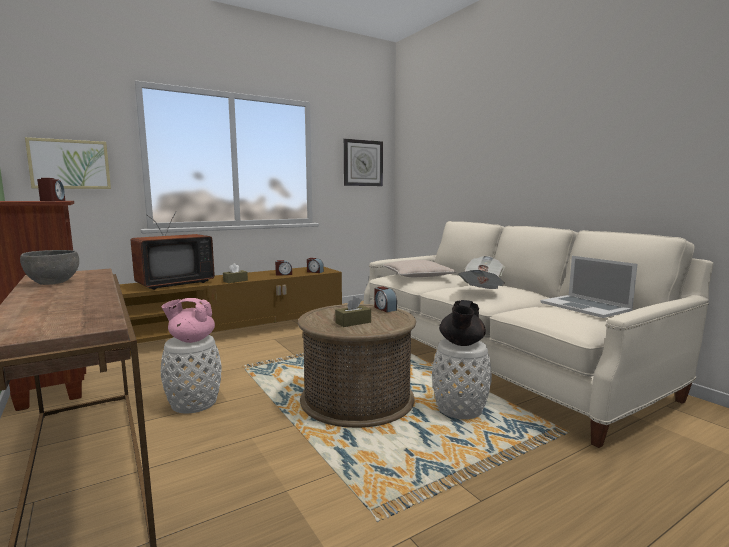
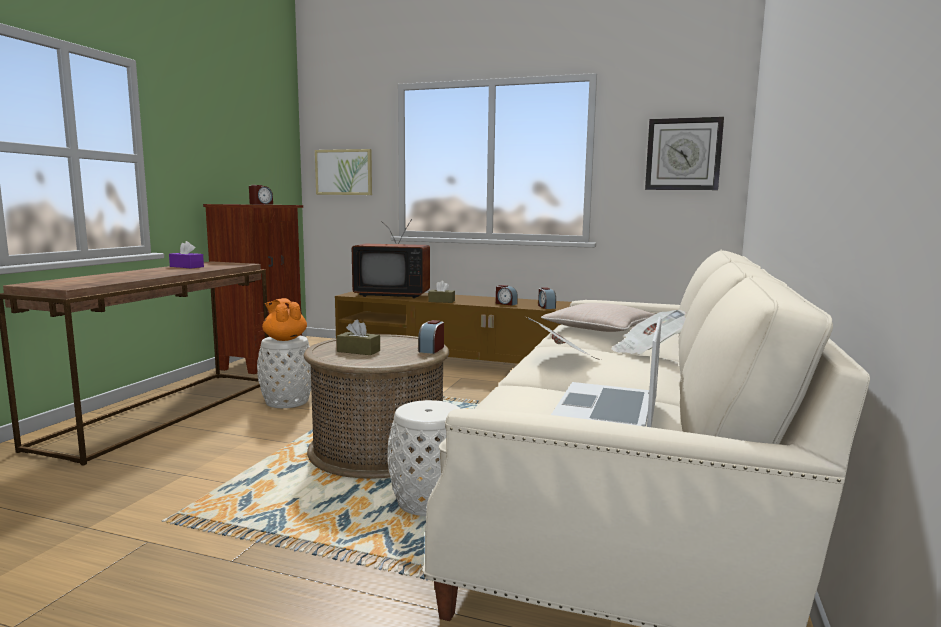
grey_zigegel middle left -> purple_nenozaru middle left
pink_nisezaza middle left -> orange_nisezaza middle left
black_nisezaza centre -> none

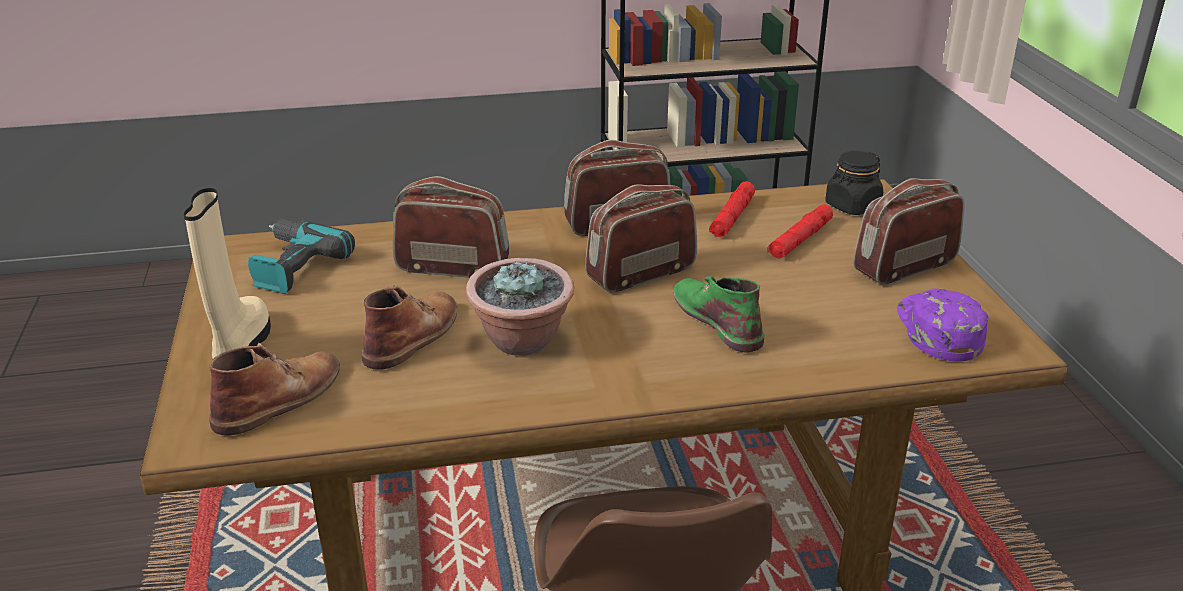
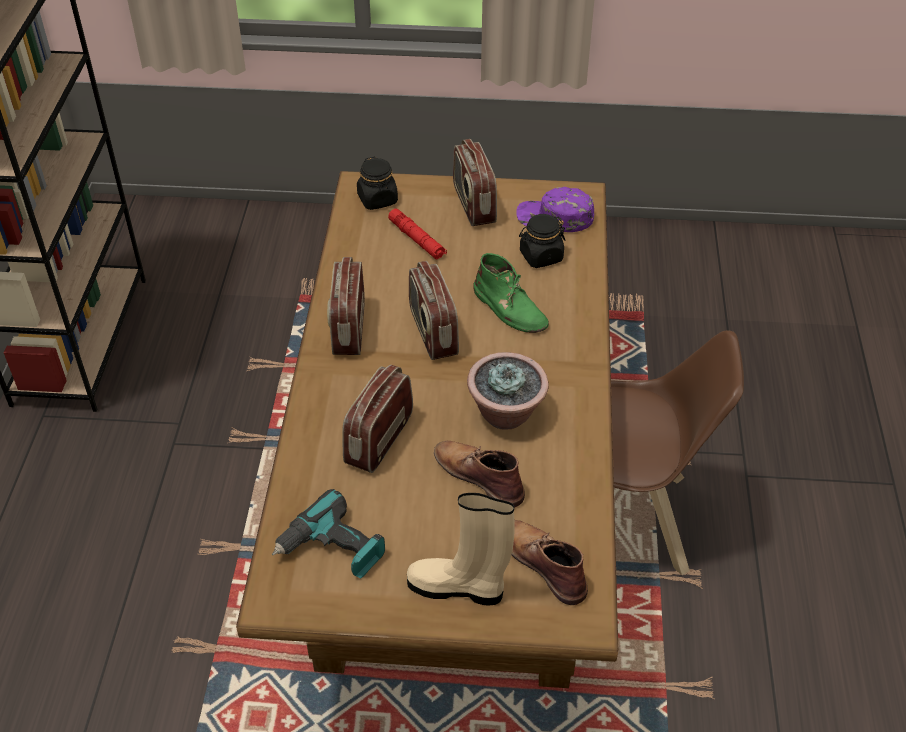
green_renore centre, 120 degrees counterclockwise
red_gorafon (no. 1 from left) centre -> none
none -> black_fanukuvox (no. 2 from left) top centre

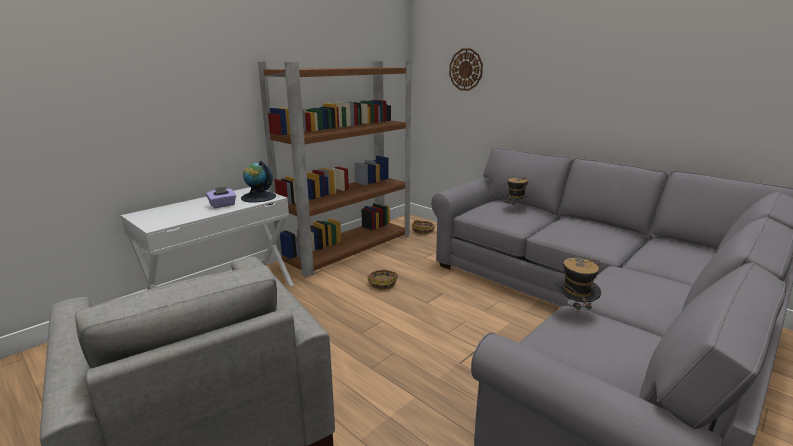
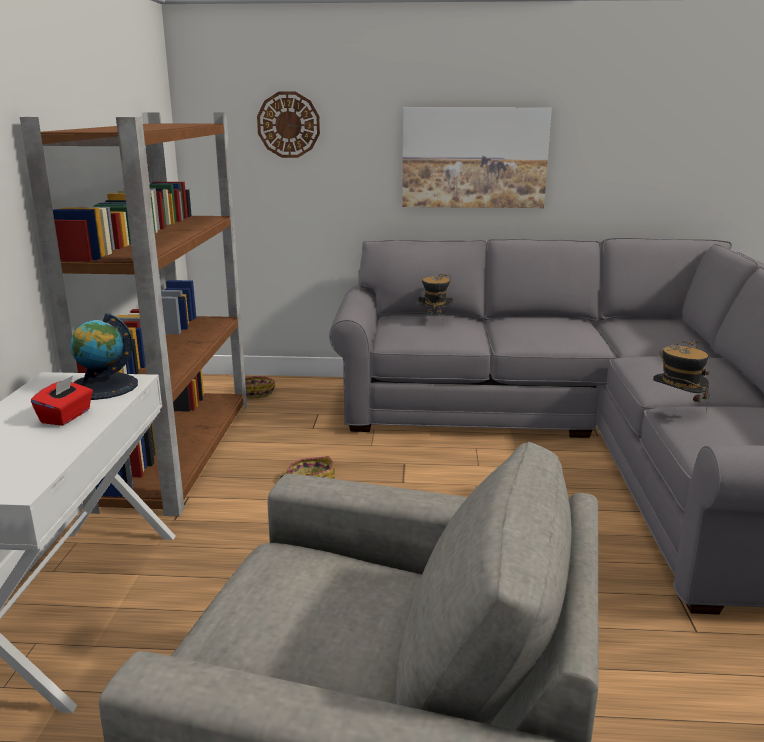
purple_nenozaru middle left -> red_nenozaru middle left
none -> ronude top centre

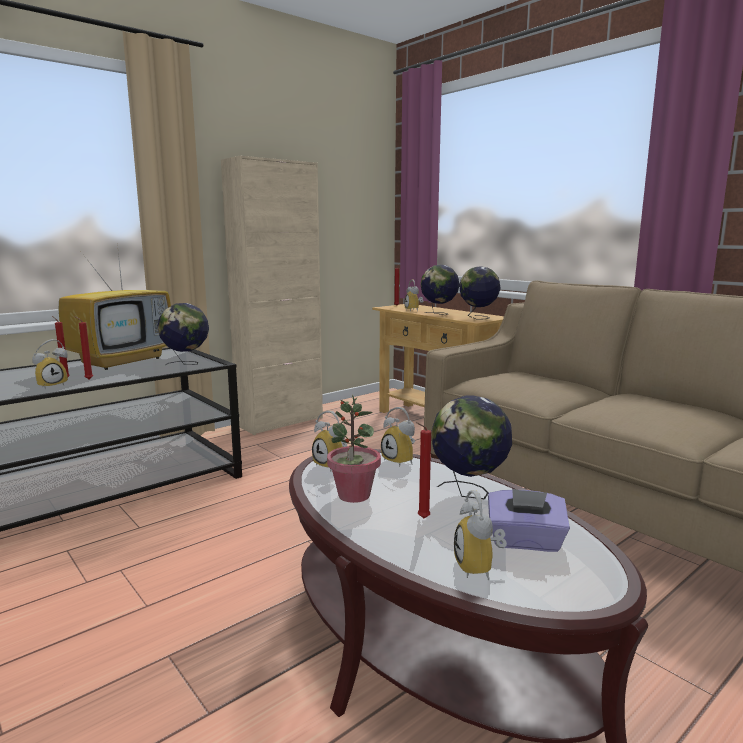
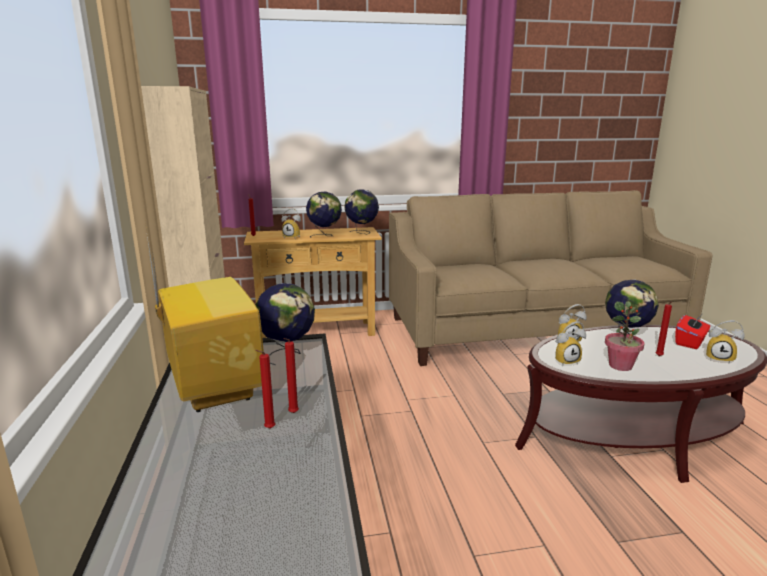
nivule (no. 1 from left) middle left -> none
purple_nenozaru bottom right -> red_nenozaru middle right

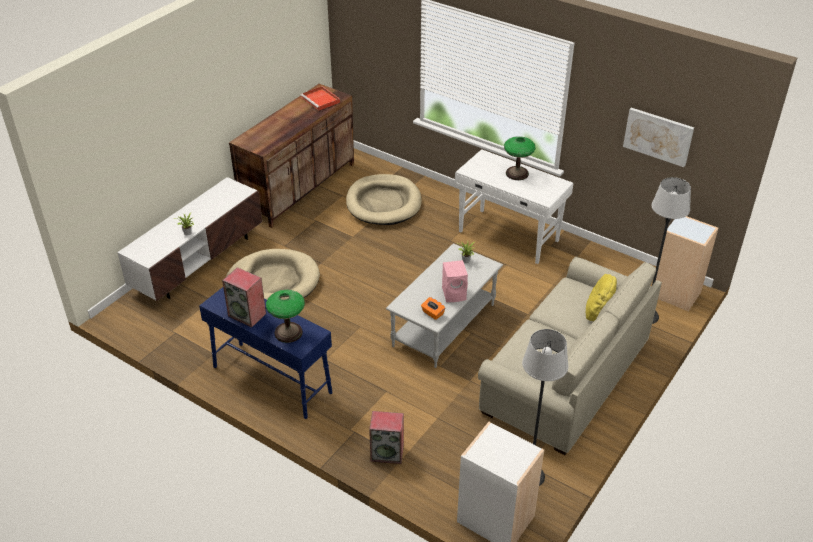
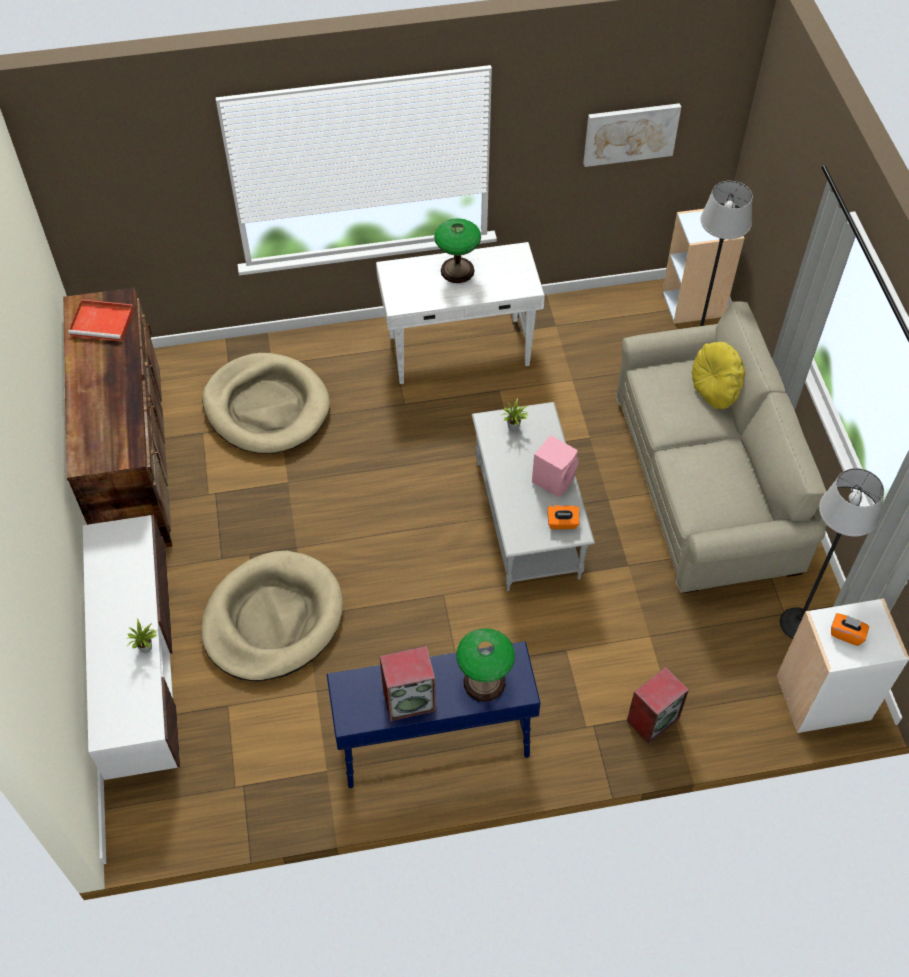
none -> orange_nenozaru (no. 2 from left) middle right

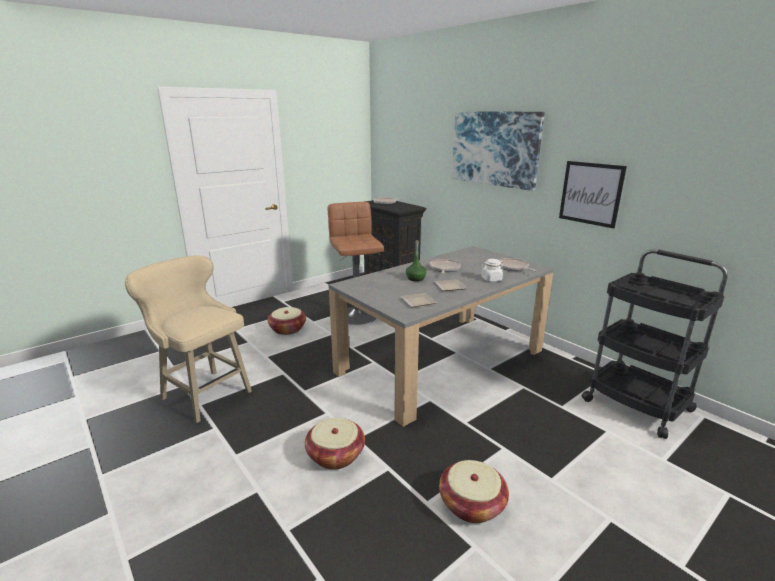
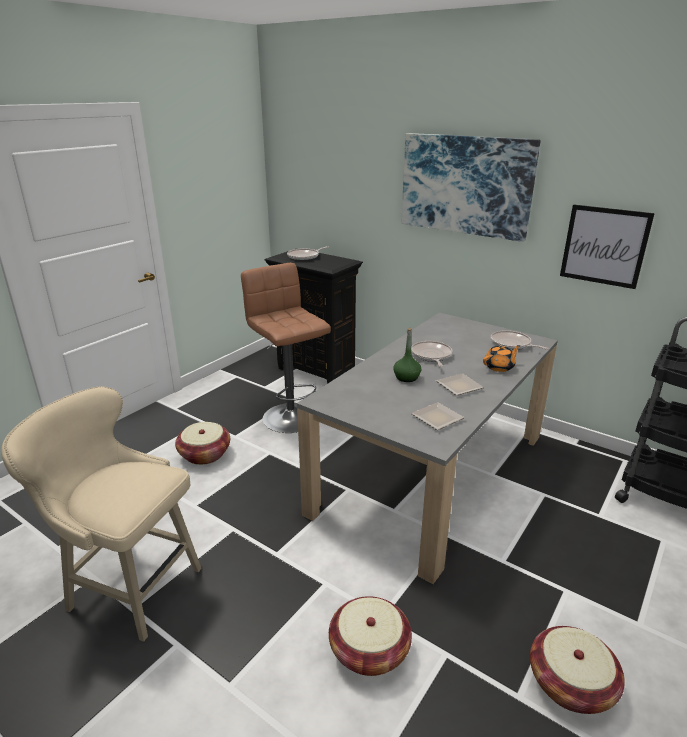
white_fanukuvox centre -> orange_nisezaza middle right

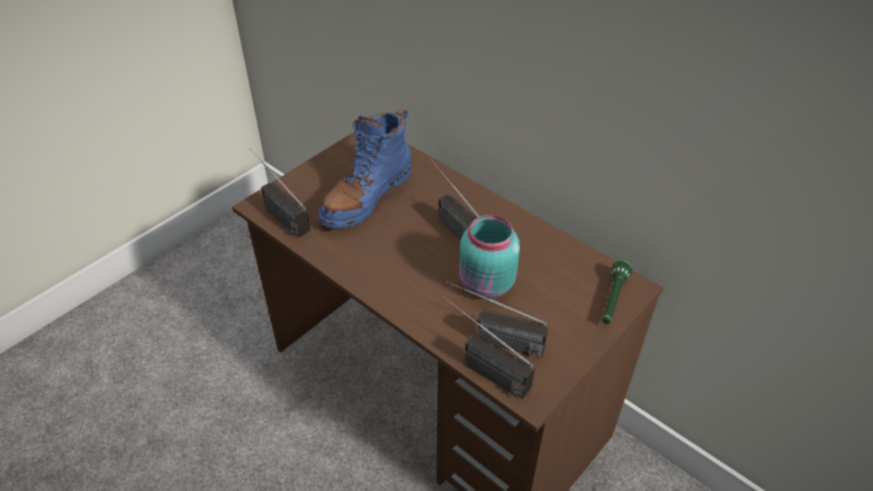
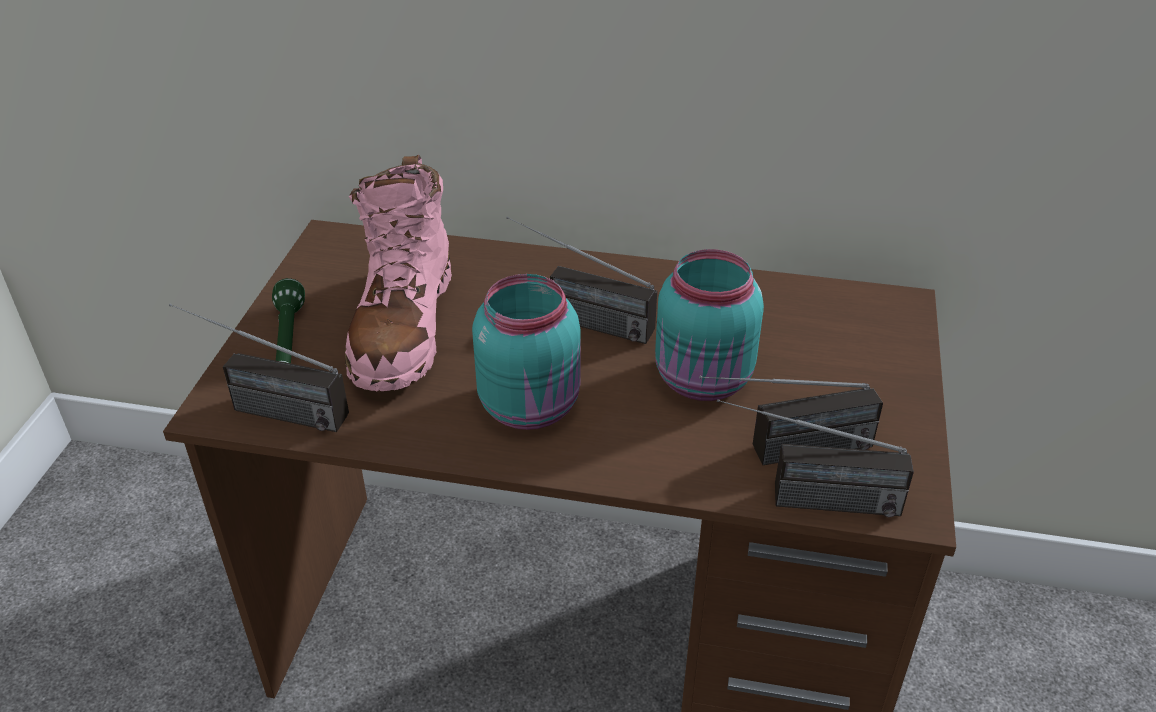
blue_renore centre -> pink_renore centre
green_gorafon middle right -> green_gorafon middle left, shifted
none -> turquoise_fanukuvox (no. 1 from left) centre

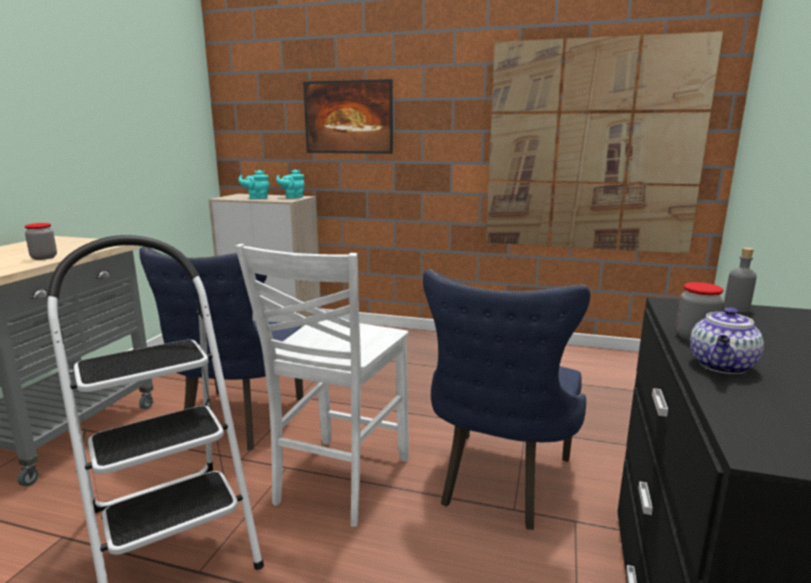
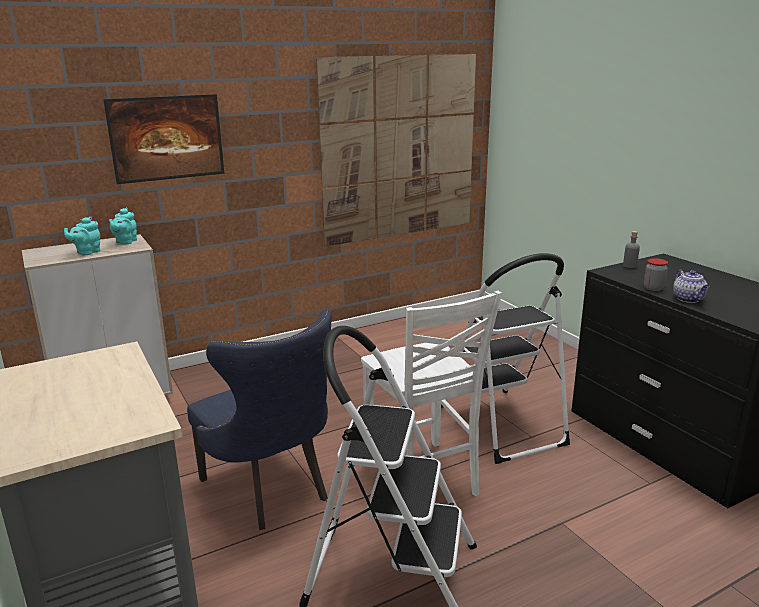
fanukuvox (no. 1 from left) middle left -> none
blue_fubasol (no. 2 from left) bottom centre -> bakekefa (no. 2 from left) centre

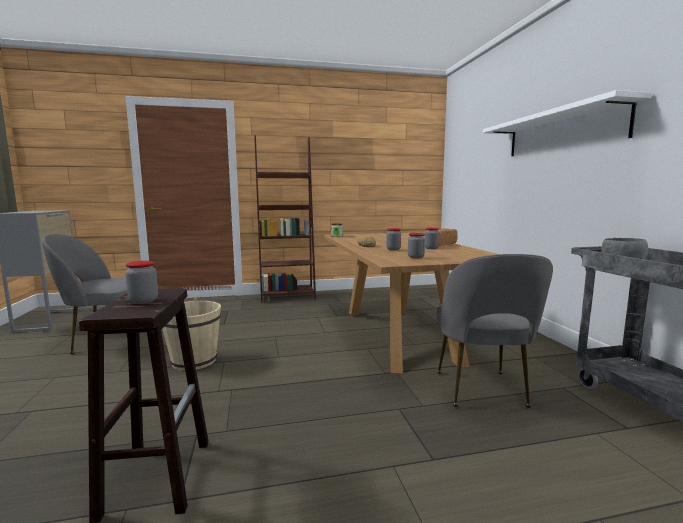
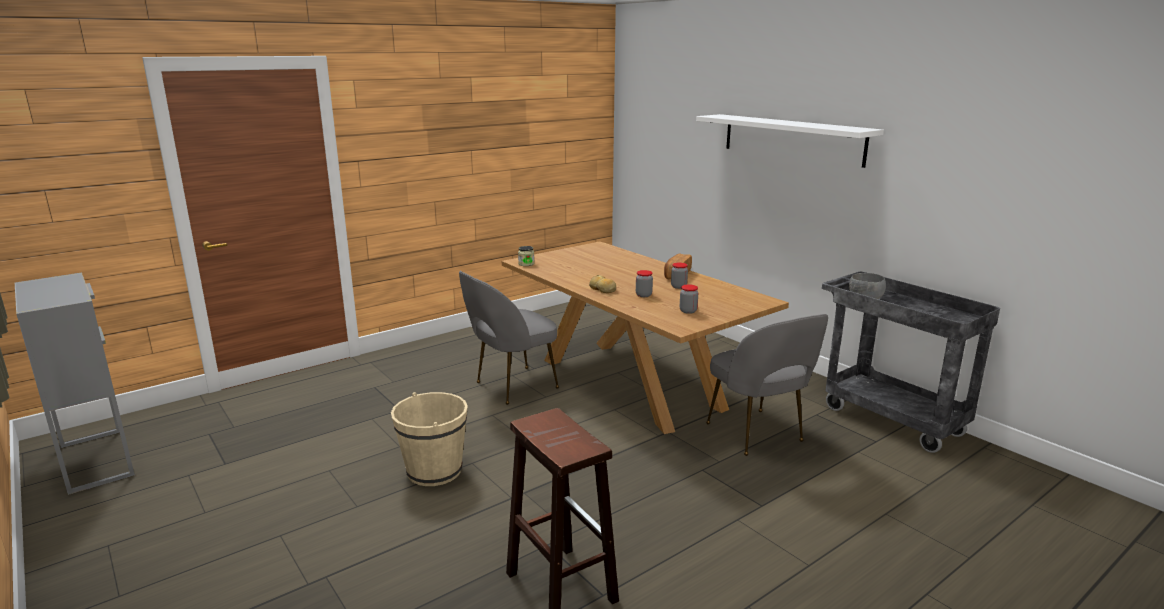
grey_fubasol (no. 1 from left) middle left -> grey_fubasol (no. 1 from left) centre, shifted
fanukuvox (no. 1 from left) middle left -> none
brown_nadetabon centre -> none

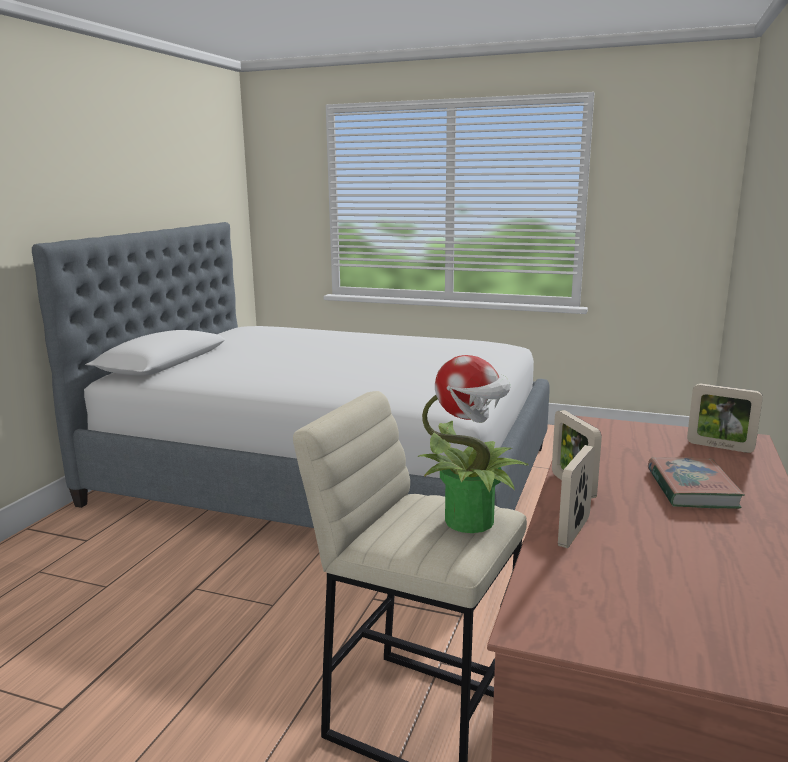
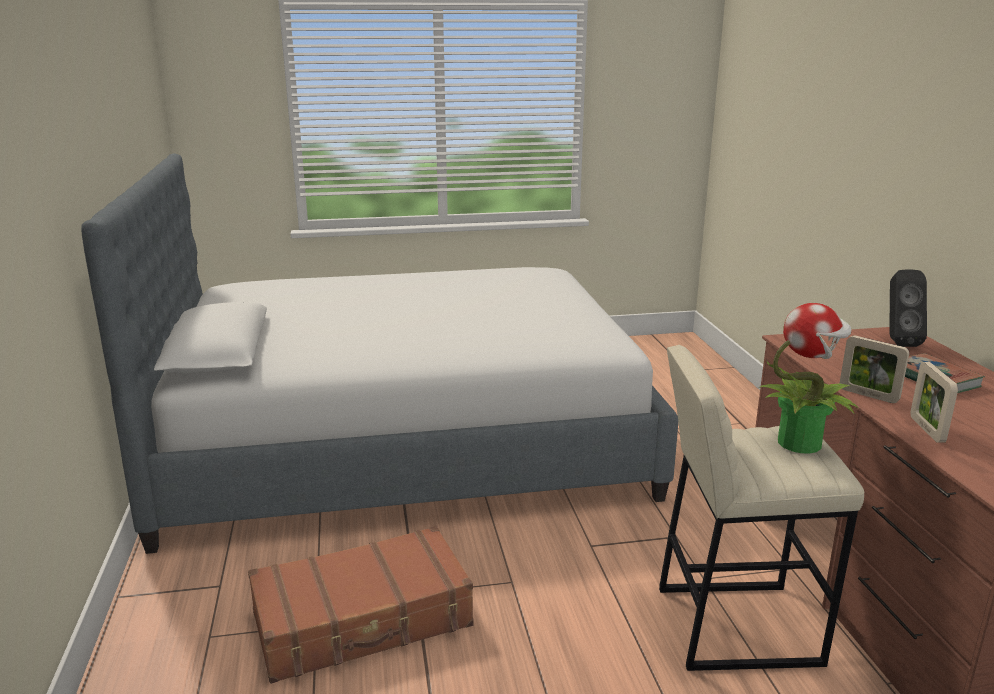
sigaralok (no. 3 from left) middle right -> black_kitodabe middle right
none -> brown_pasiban bottom centre

